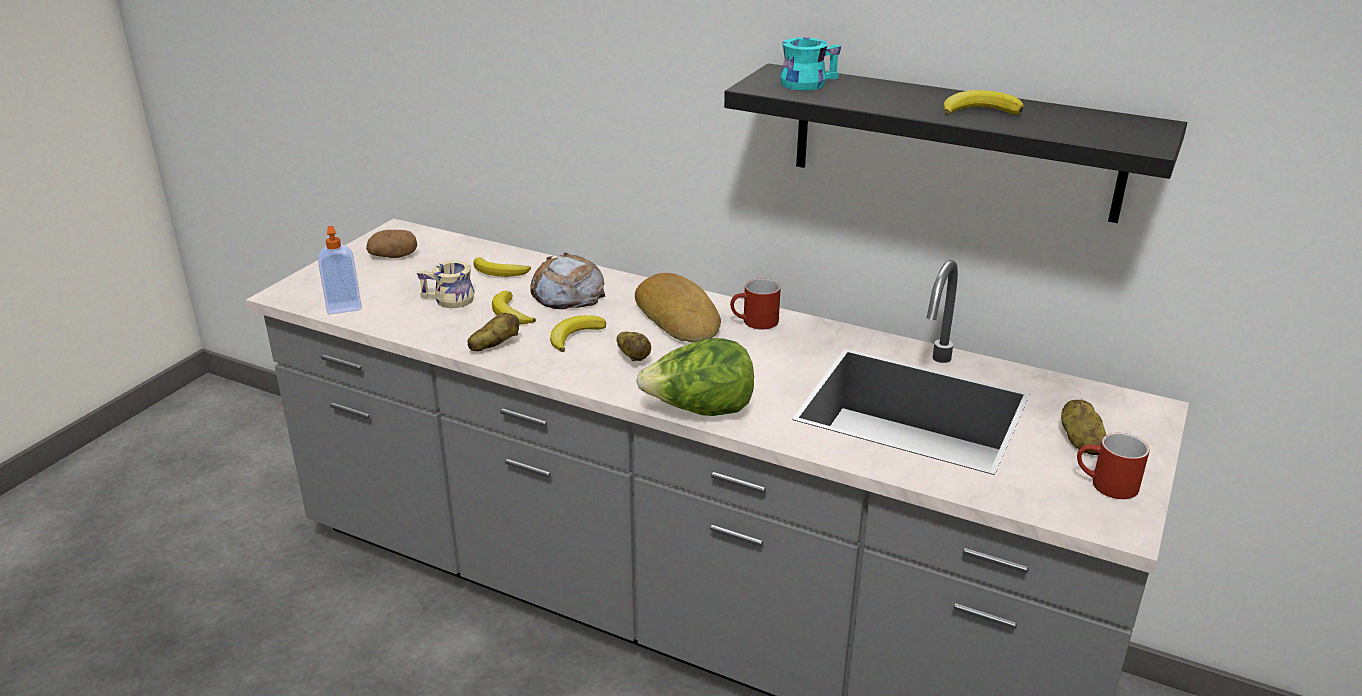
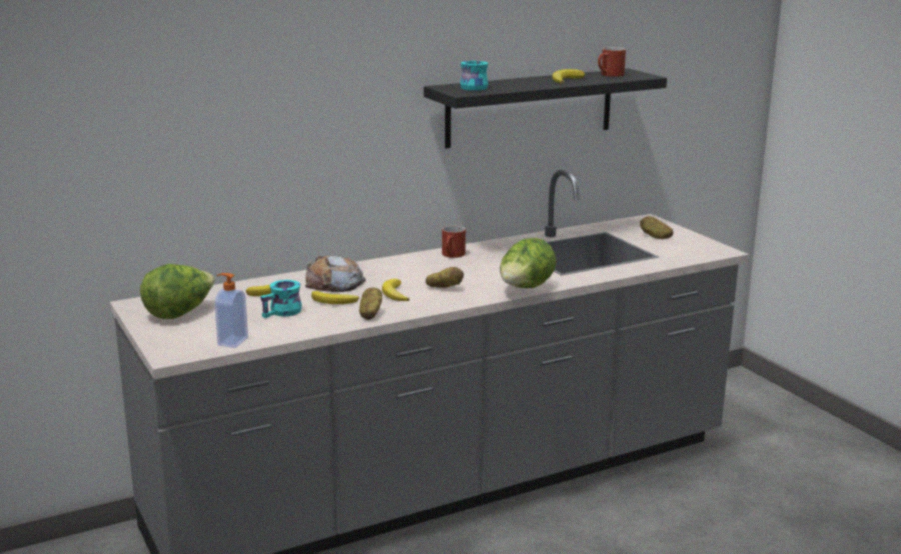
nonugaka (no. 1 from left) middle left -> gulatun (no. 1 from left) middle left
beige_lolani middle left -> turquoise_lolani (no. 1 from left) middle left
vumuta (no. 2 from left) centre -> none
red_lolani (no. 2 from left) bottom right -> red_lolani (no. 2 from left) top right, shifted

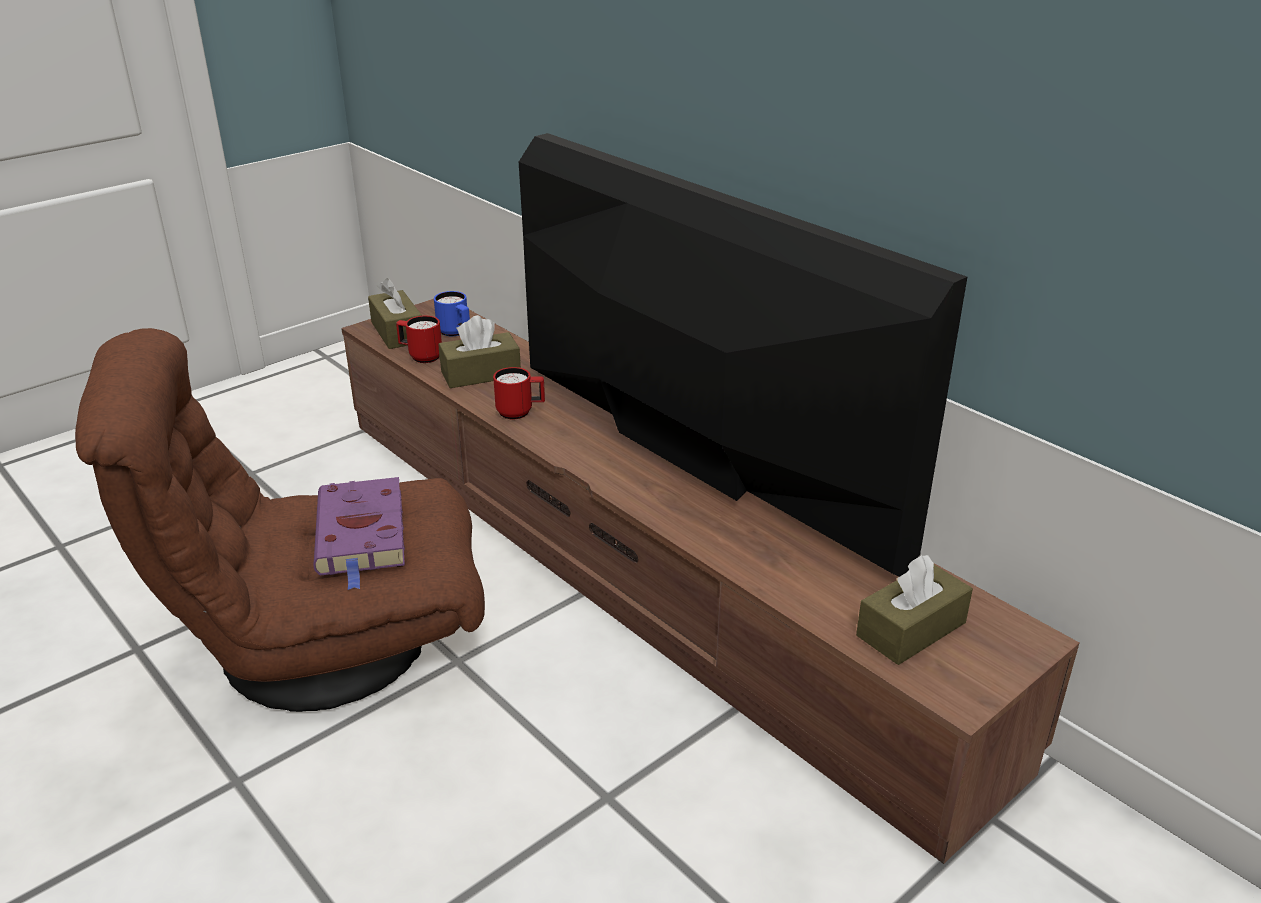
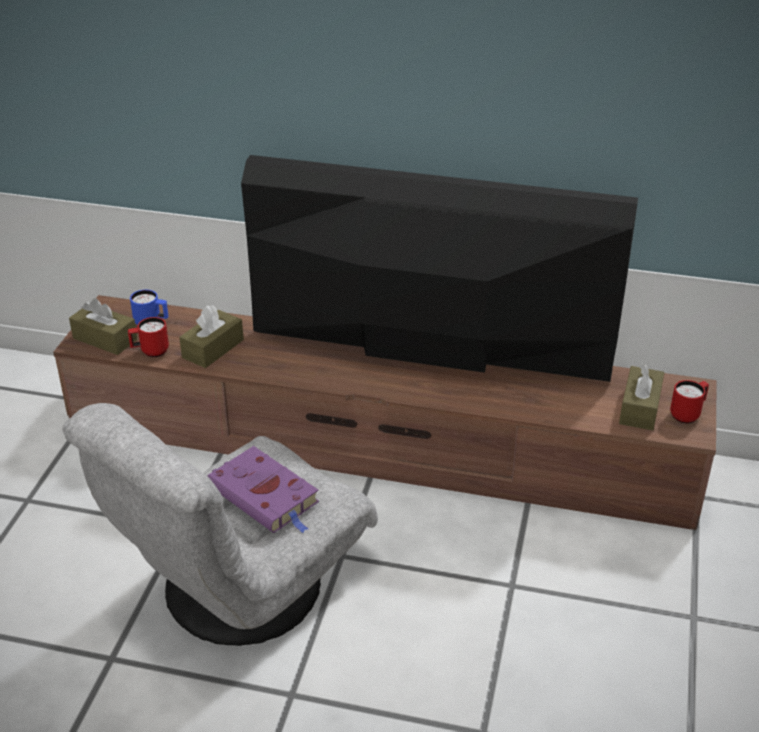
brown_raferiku middle left -> grey_raferiku bottom left
red_lolani (no. 2 from left) centre -> red_lolani (no. 2 from left) middle right, shifted

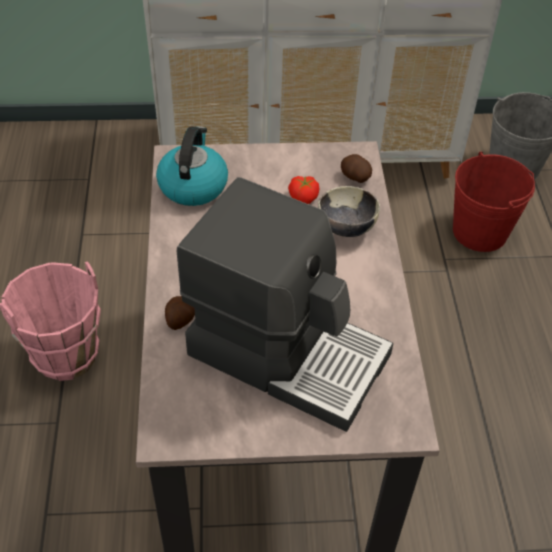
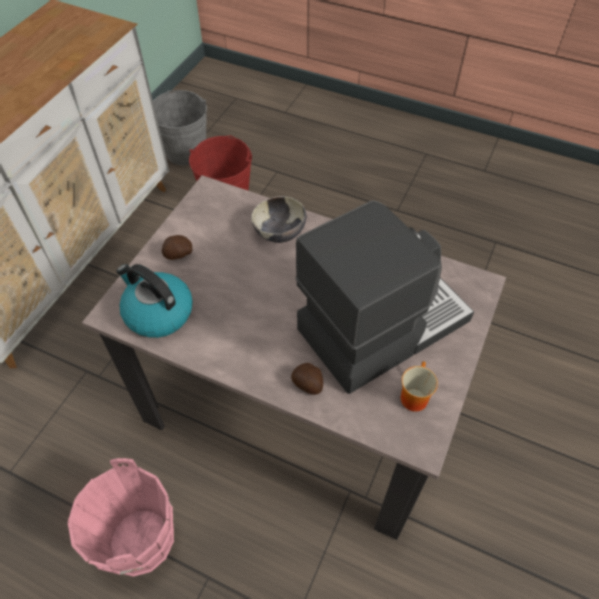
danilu centre -> none
nonugaka (no. 2 from left in the first image) top centre -> nonugaka (no. 1 from left) middle left, shifted
none -> lolani middle right

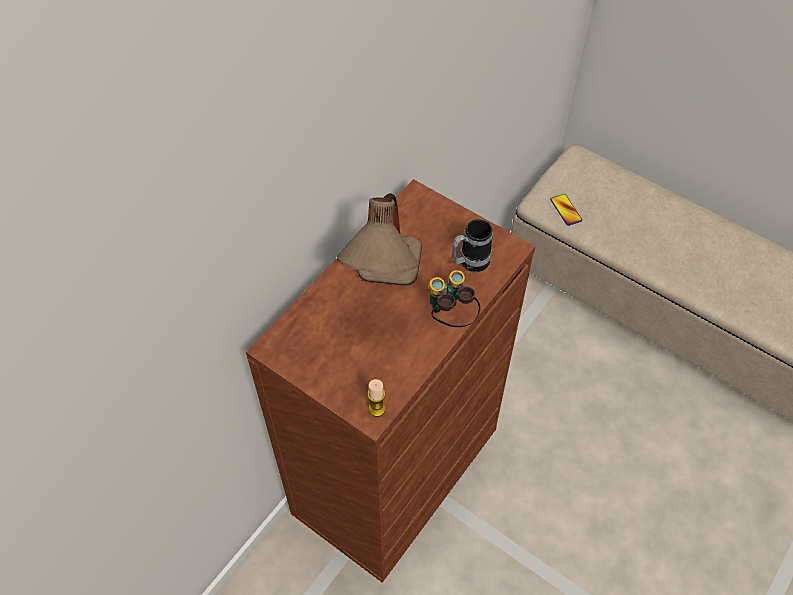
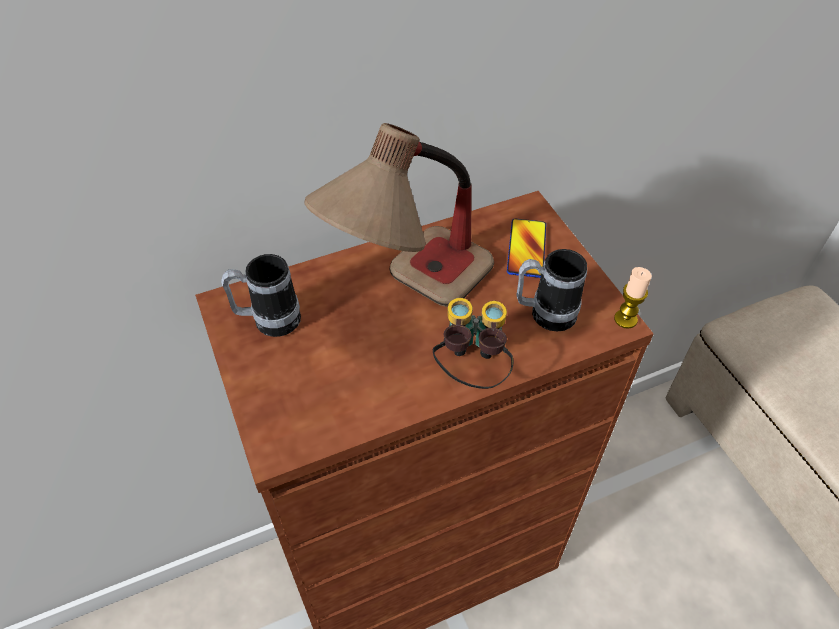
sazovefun bottom centre -> sazovefun middle right, shifted
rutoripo middle right -> rutoripo centre, shifted
none -> lolani (no. 1 from left) middle left

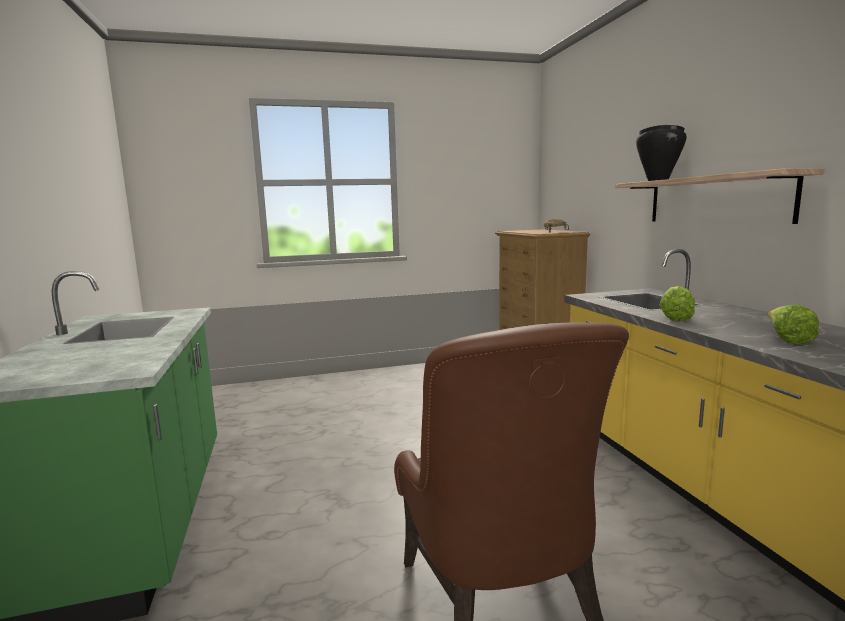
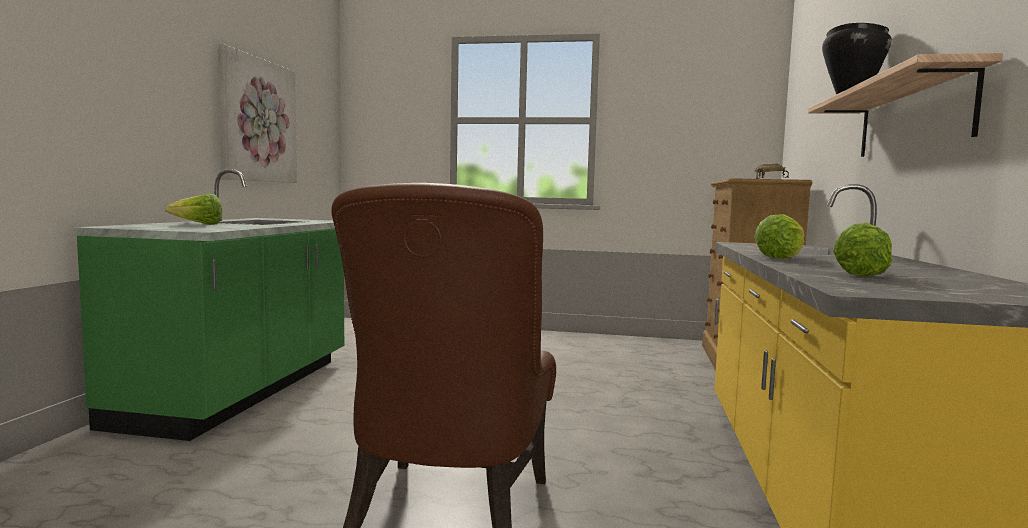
none -> gulatun (no. 1 from left) middle left
none -> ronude top left

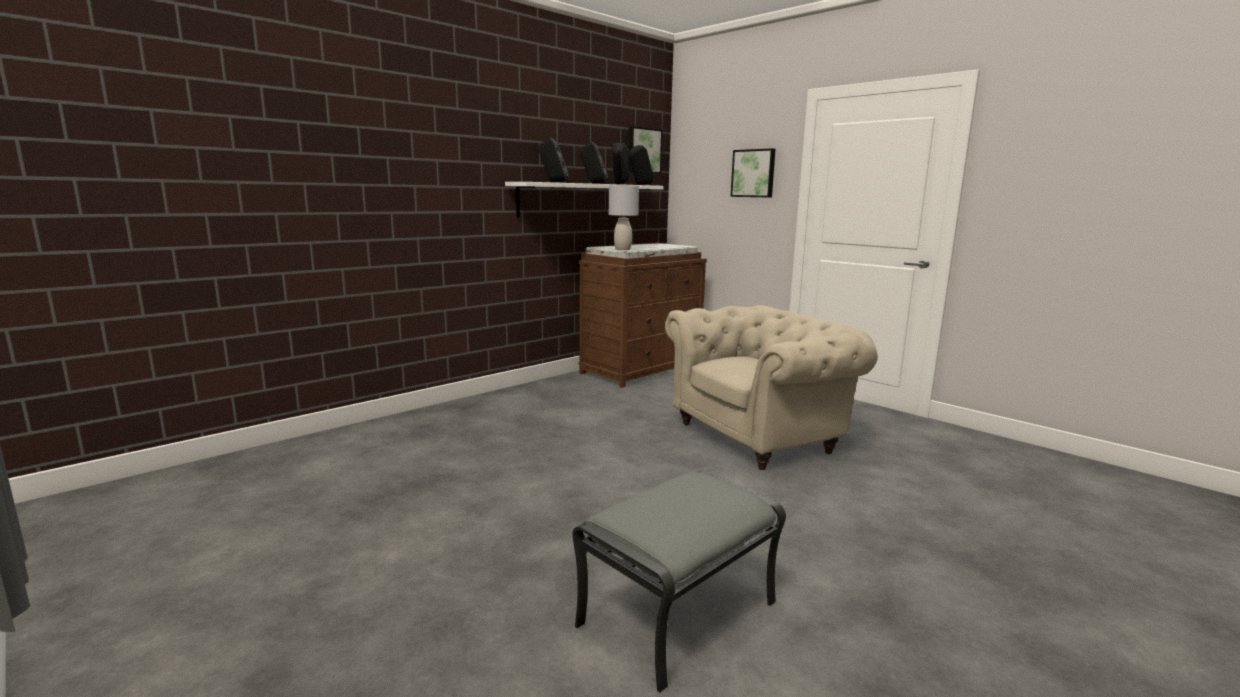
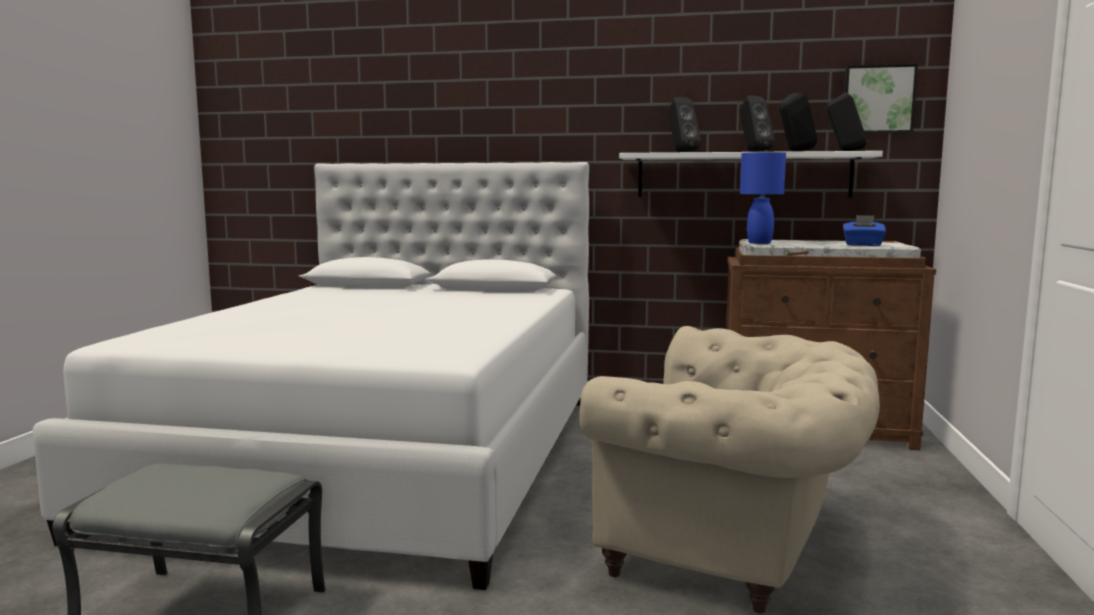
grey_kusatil top centre -> blue_kusatil top right
ronude (no. 2 from left) top centre -> none
none -> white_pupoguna middle left
none -> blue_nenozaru middle right

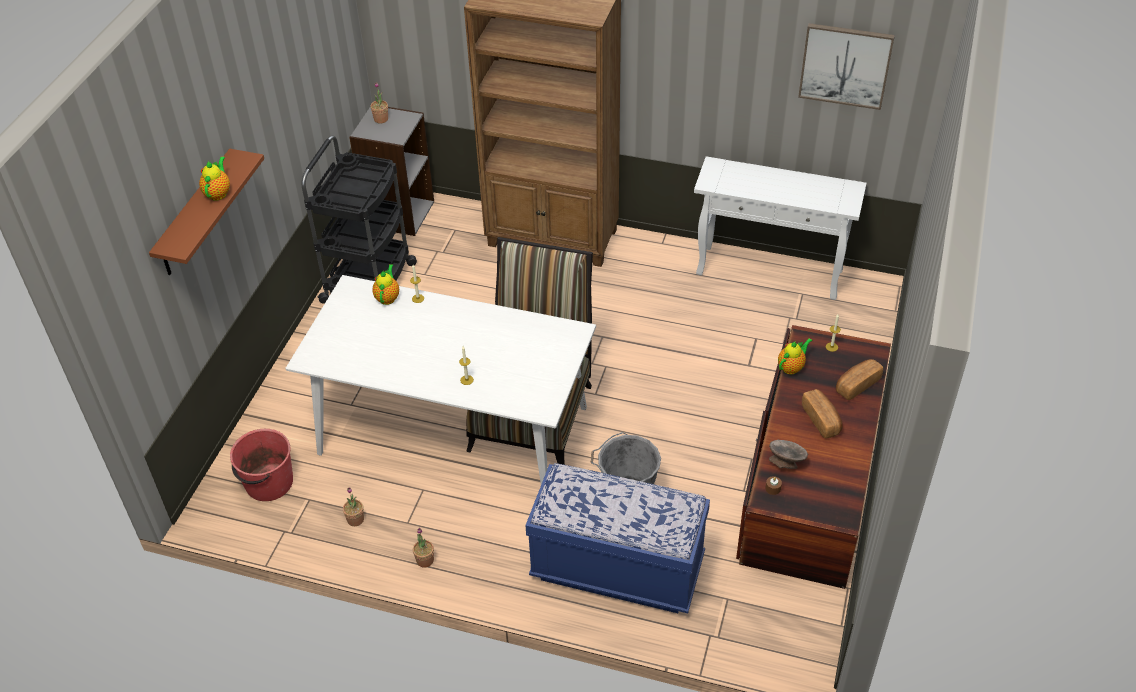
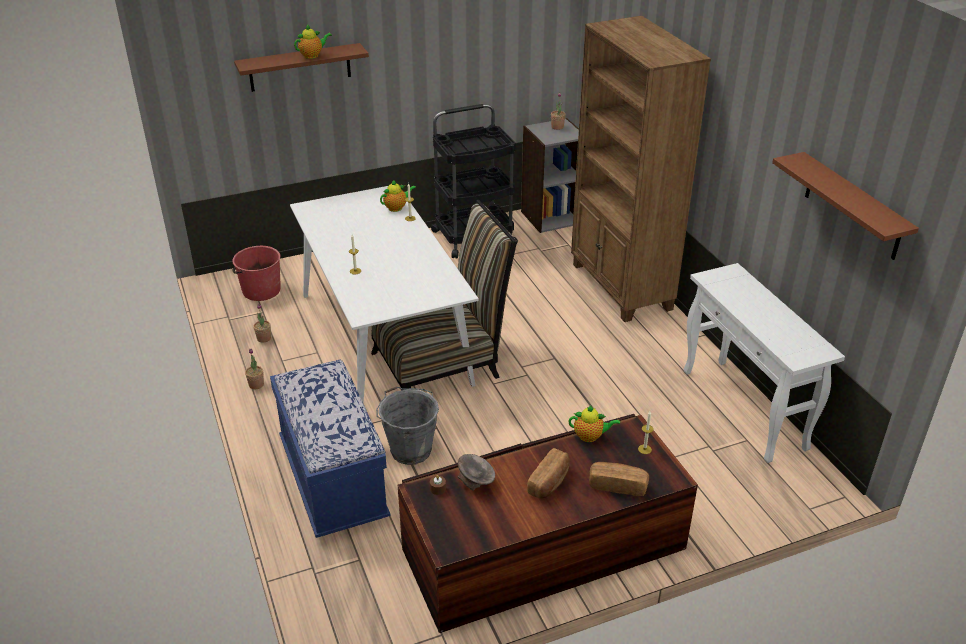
ronude top right -> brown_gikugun (no. 2 from left) top right

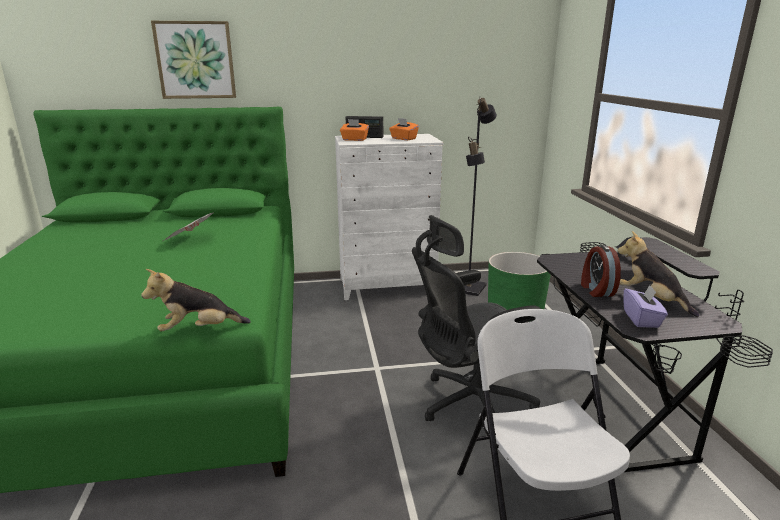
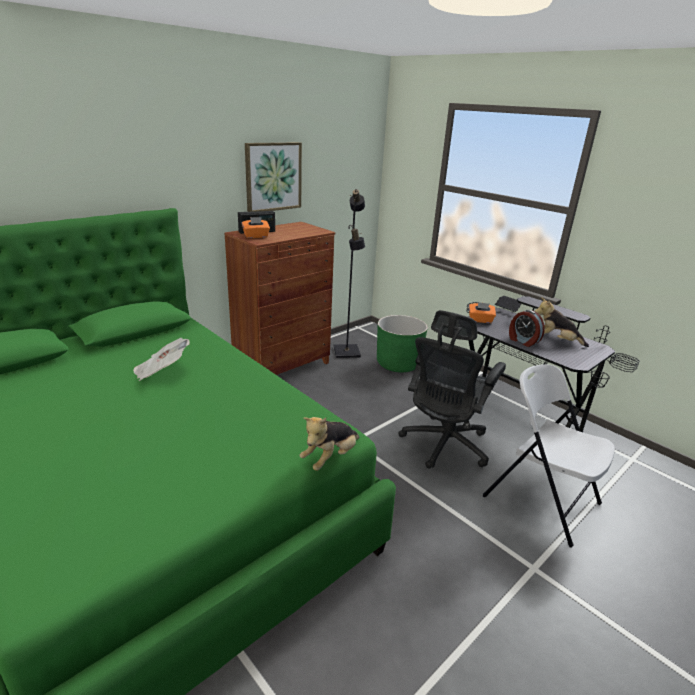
ronude top left -> ronude top centre, shifted
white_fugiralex centre -> brown_fugiralex centre
orange_nenozaru (no. 2 from left) top centre -> orange_nenozaru (no. 2 from left) middle right, shifted
purple_nenozaru middle right -> none

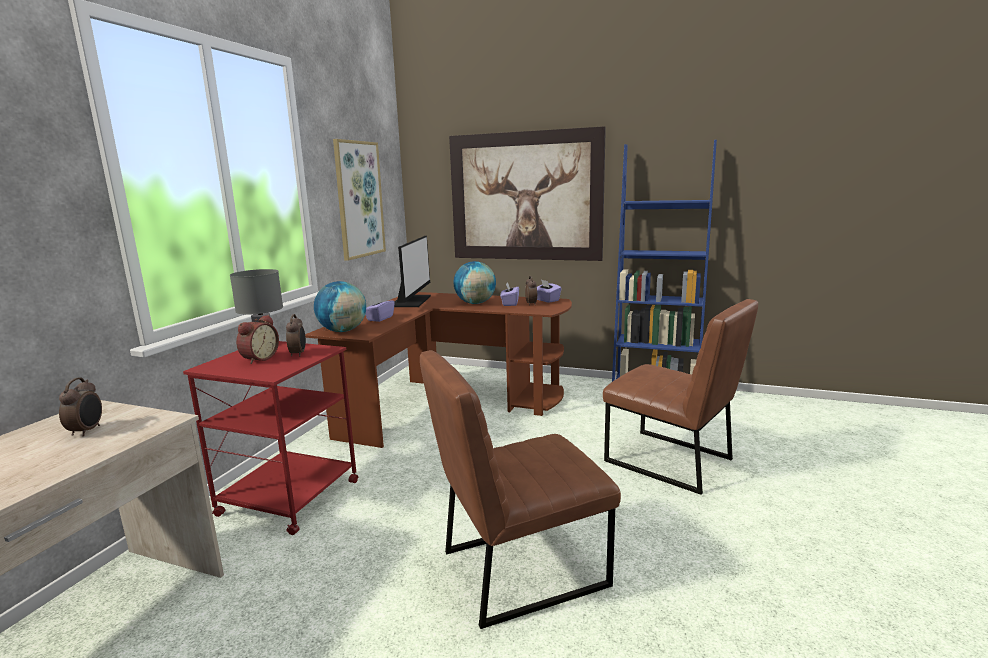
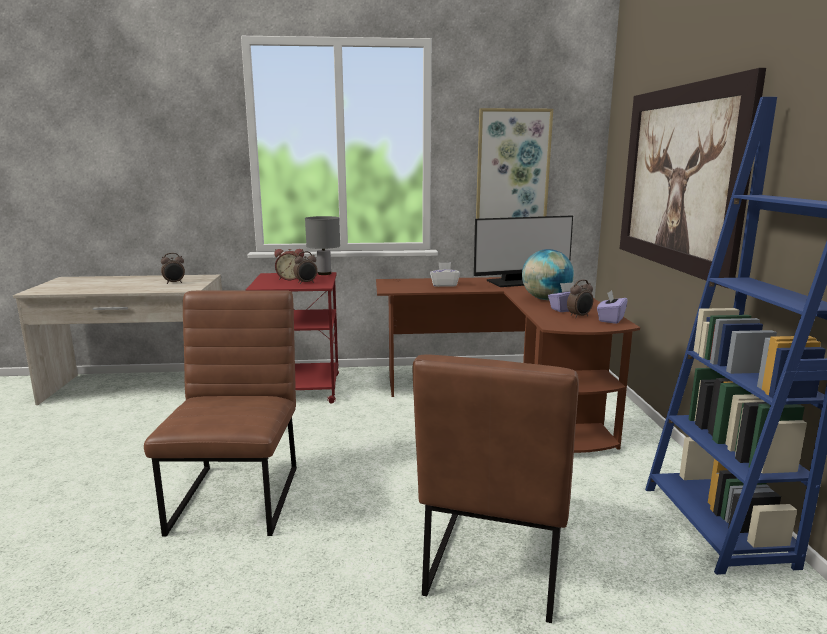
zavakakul (no. 1 from left) centre -> none
purple_nenozaru (no. 1 from left) centre -> white_nenozaru centre
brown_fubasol (no. 1 from left) bottom centre -> brown_fubasol (no. 1 from left) middle left, 45 degrees clockwise

